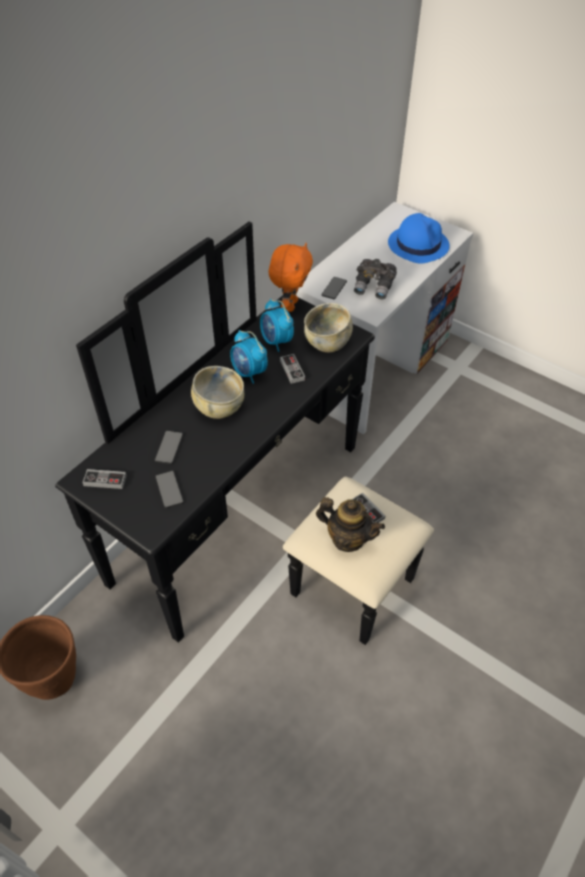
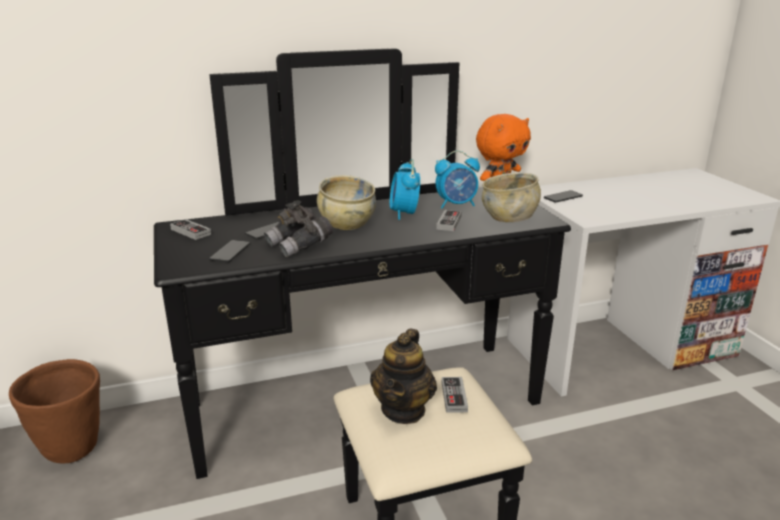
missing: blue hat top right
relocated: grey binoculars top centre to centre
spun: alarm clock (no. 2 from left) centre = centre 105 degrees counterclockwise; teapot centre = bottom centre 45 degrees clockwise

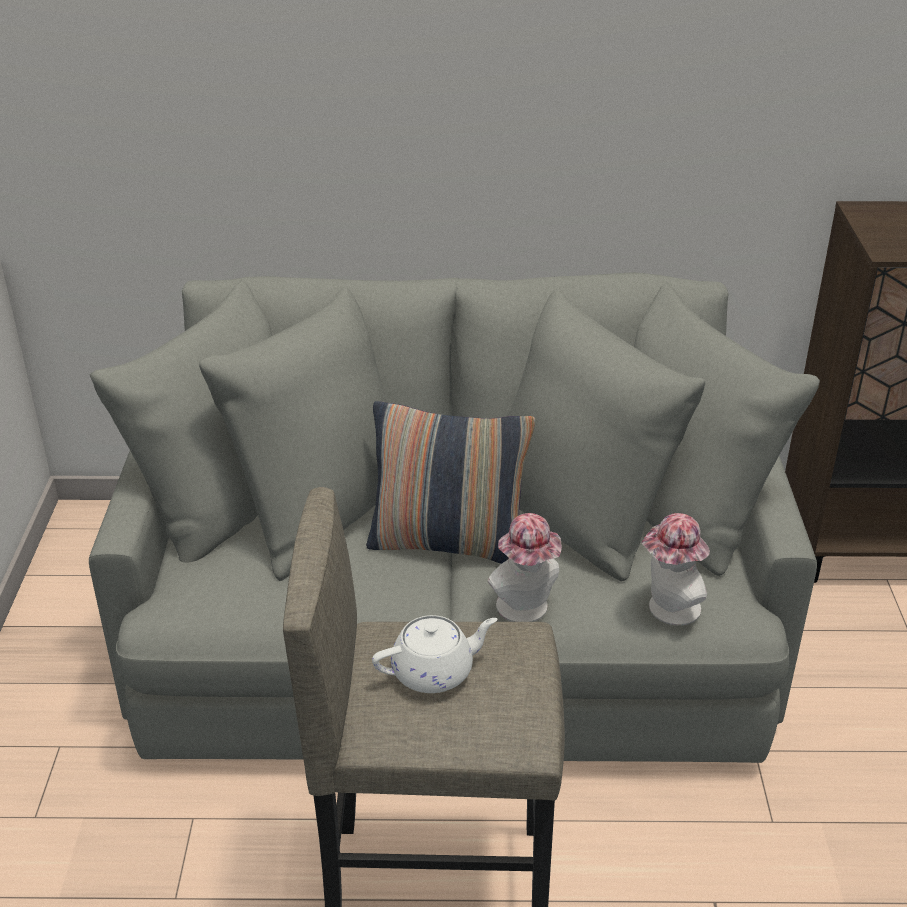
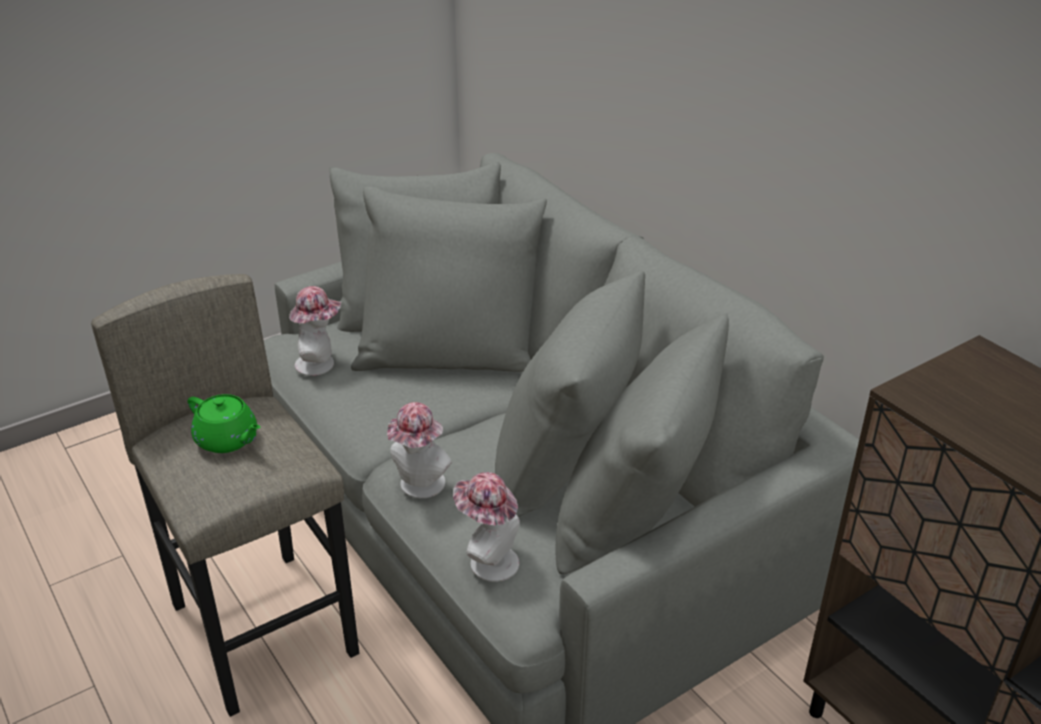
missing: pillow centre
appeared: hat (no. 1 from left) middle left
colour: white teapot bottom centre to green teapot middle left

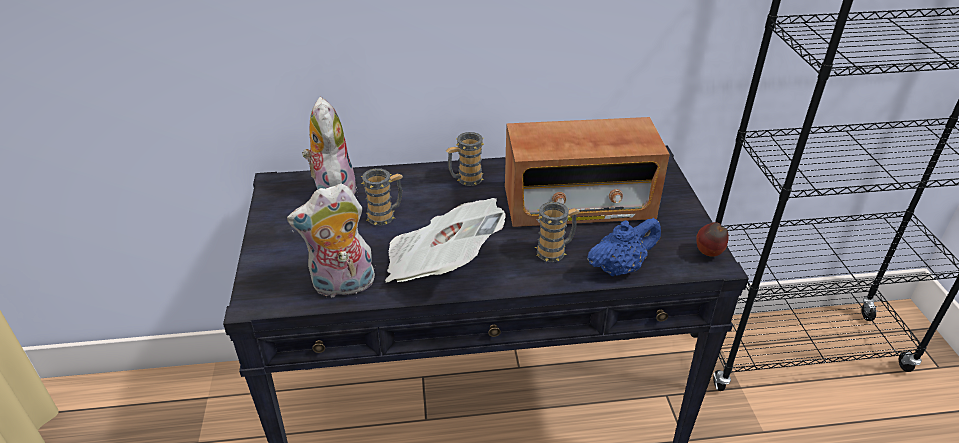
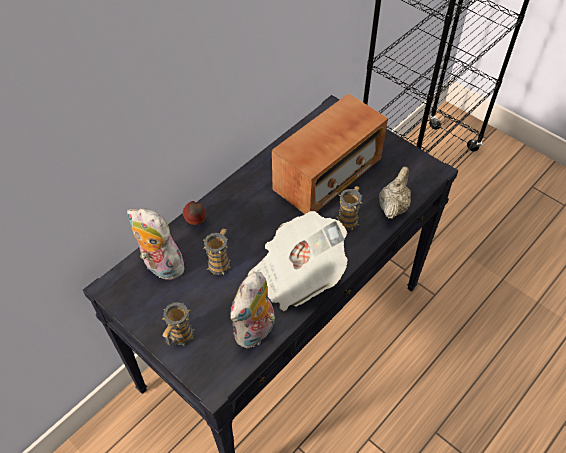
relocated: mug (no. 2 from left in the first image) centre to mug (no. 1 from left) bottom left; apple middle right to centre
colour: blue teapot centre to beige teapot middle right

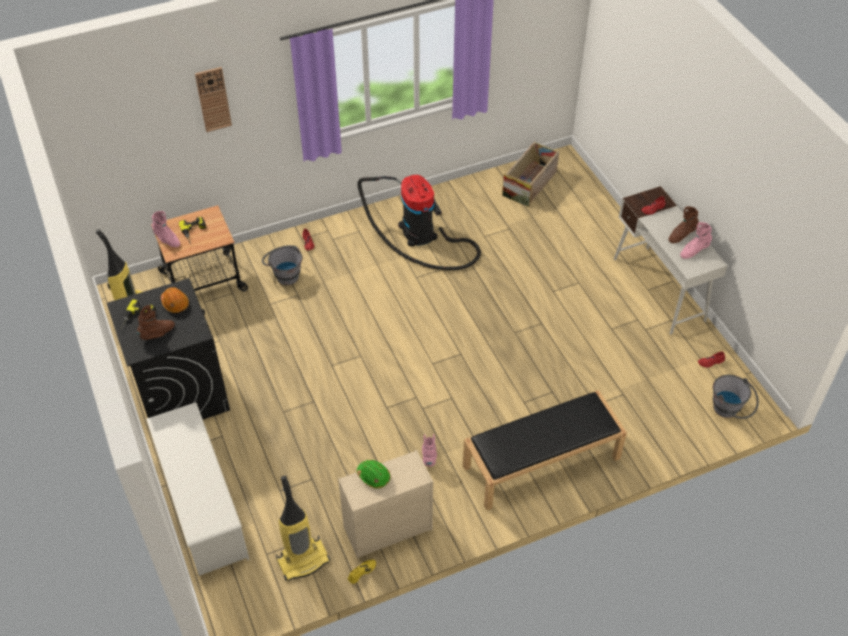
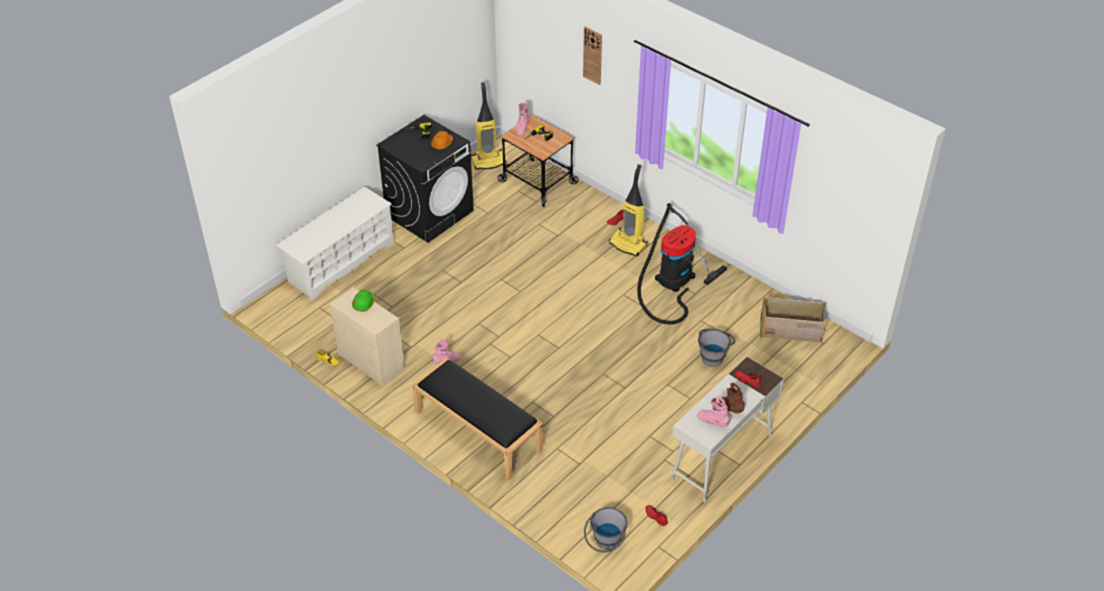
missing: brown boot (no. 1 from left) middle left
relocated: grey bucket (no. 1 from left in the first image) middle left to grey bucket (no. 2 from left) centre; vacuum cleaner (no. 2 from left) bottom centre to centre

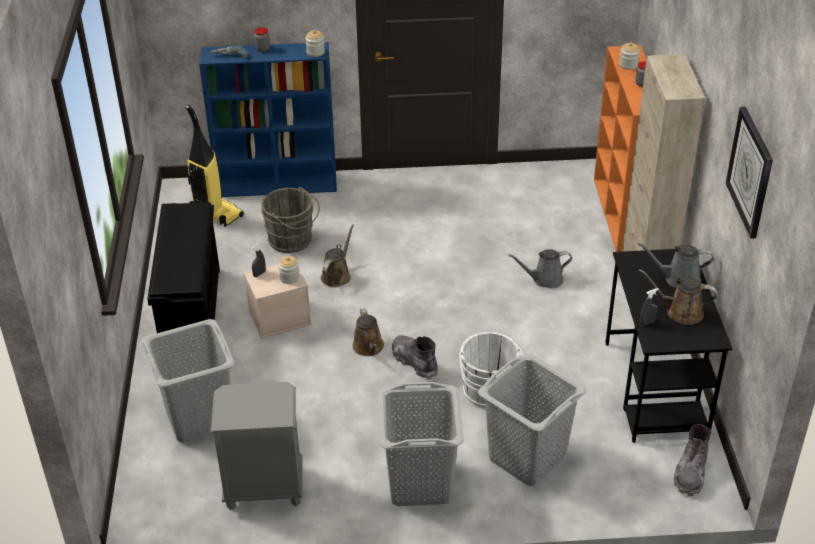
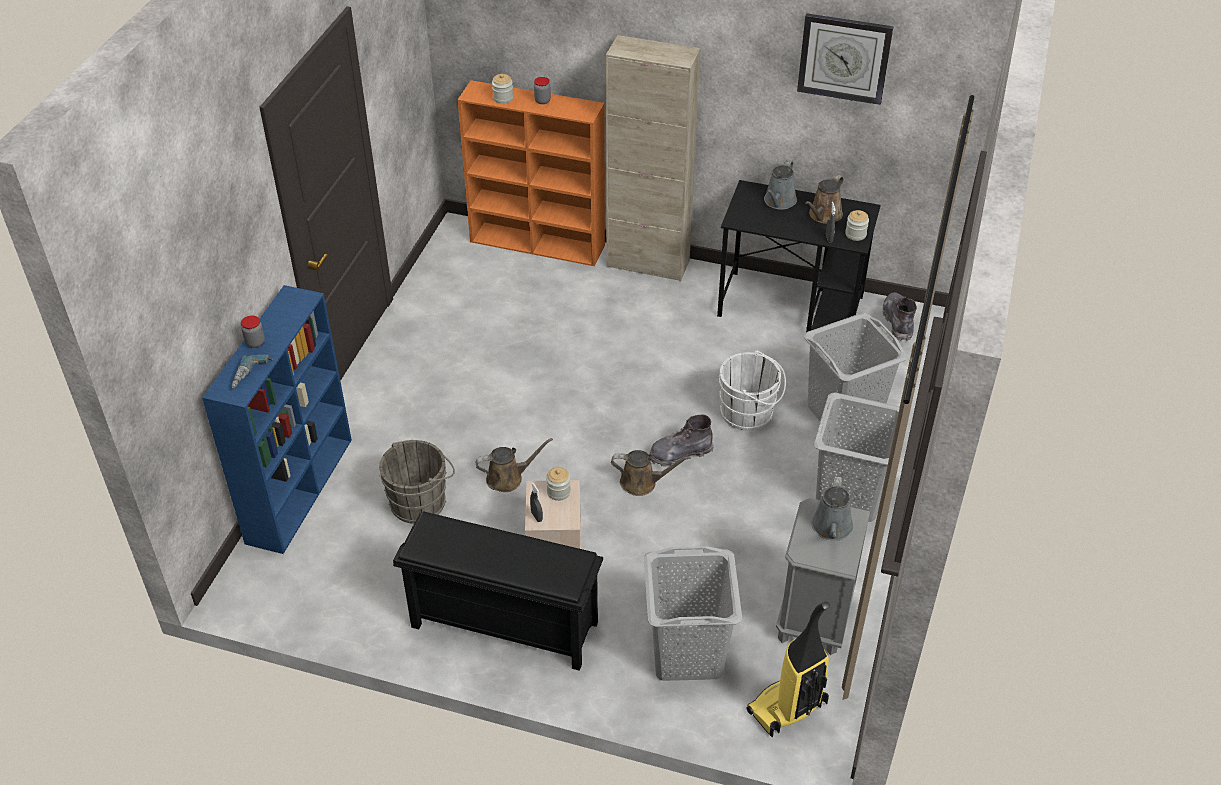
relocated: vacuum cleaner top left to bottom centre; jar (no. 3 from left in the first image) top centre to jar (no. 5 from left) top right; grey watering can (no. 1 from left in the first image) centre to grey watering can (no. 2 from left) middle right
spun: brown watering can (no. 1 from left) centre = centre 120 degrees clockwise; grey boot (no. 2 from left) bottom right = middle right 135 degrees counterclockwise

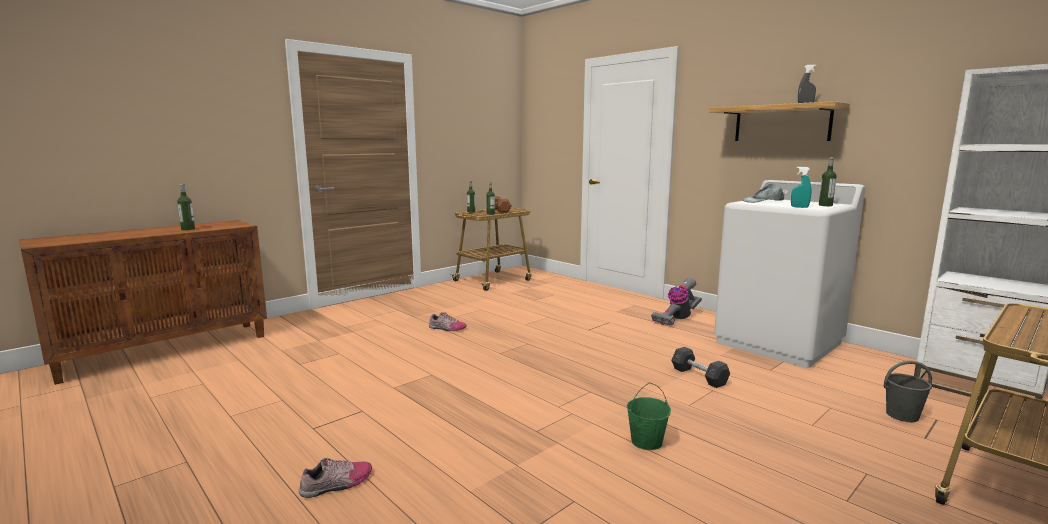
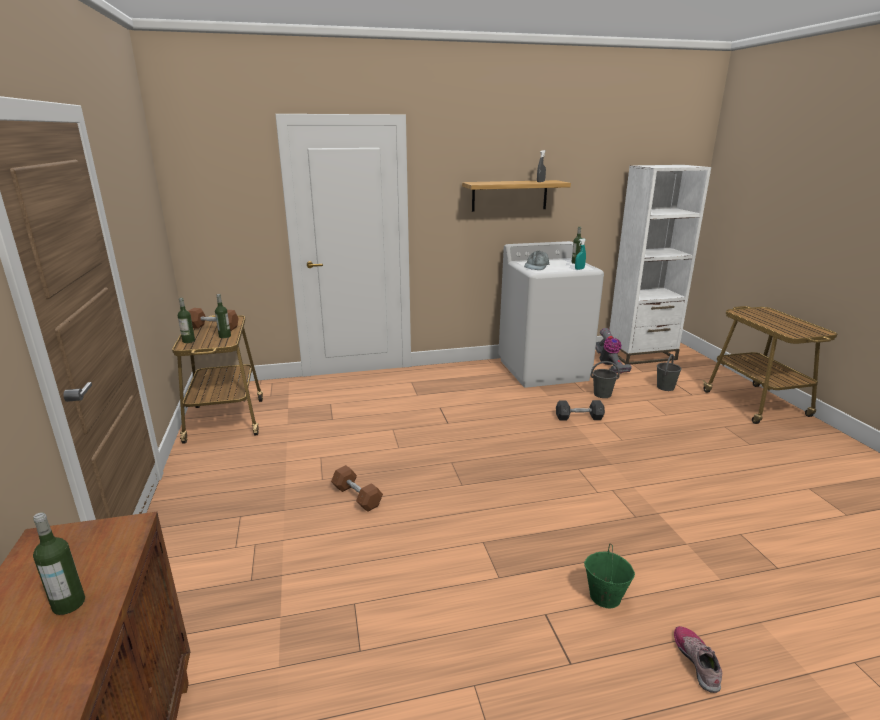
appeared: grey bucket (no. 1 from left) middle right
relocated: green bucket bottom centre to bottom right; vacuum cleaner centre to middle right
exchanged: shoe (no. 2 from left) centre to brown dumbbell (no. 2 from left) bottom centre

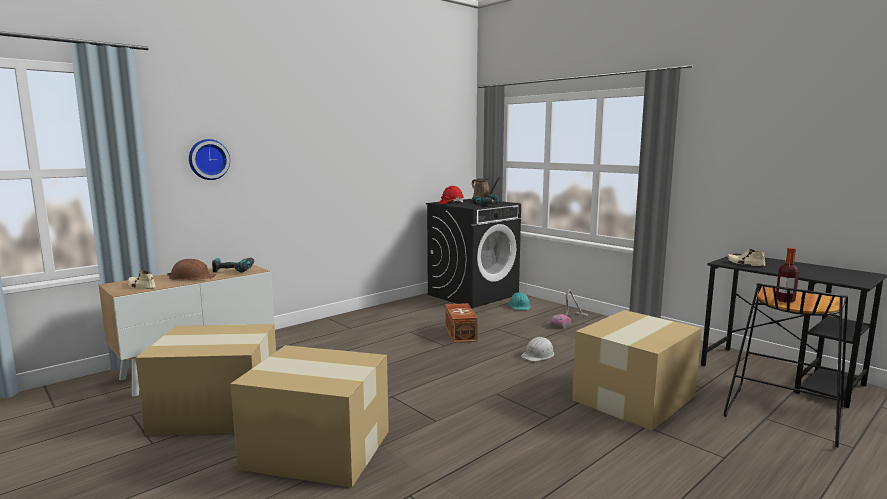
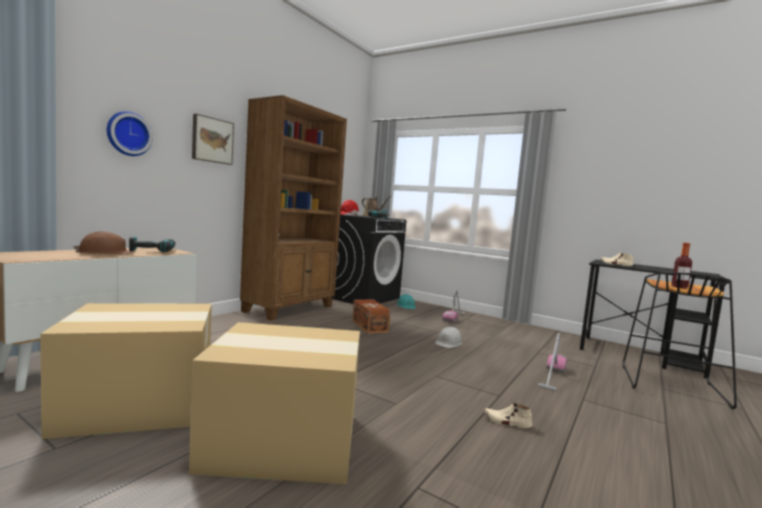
appeared: picture top left; brown bookcase centre
relocated: beige shoe (no. 1 from left) middle left to bottom centre
exchanged: cardboard box (no. 3 from left) bottom right to vacuum cleaner (no. 2 from left) bottom right

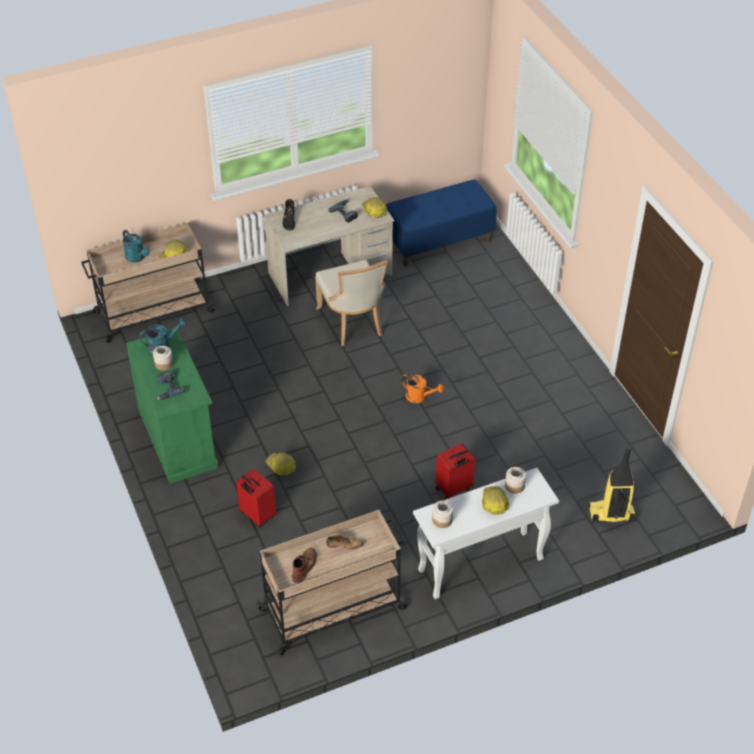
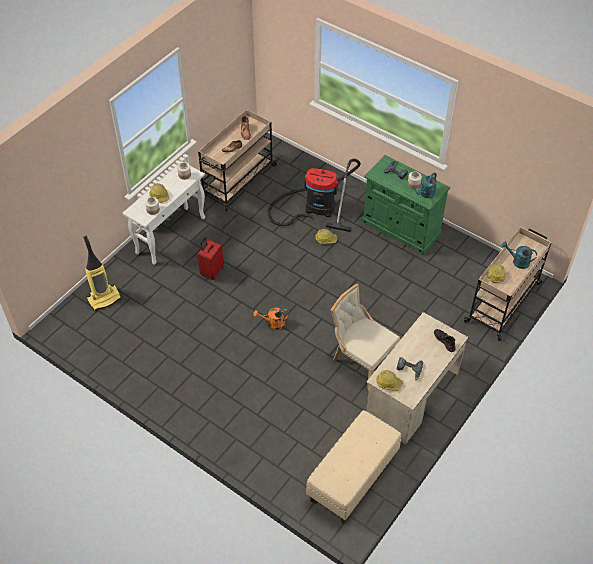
exchanged: red suitcase (no. 1 from left) centre to vacuum cleaner (no. 2 from left) centre
colour: blue bench top centre to beige bench bottom centre

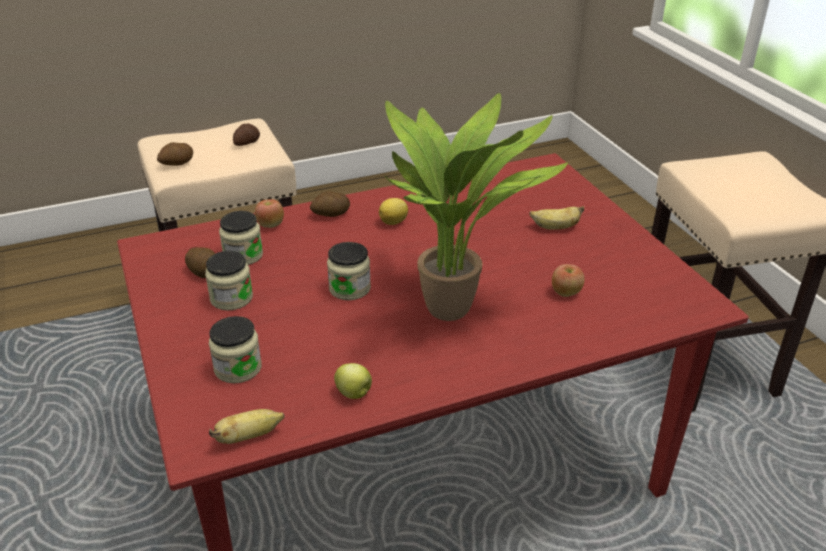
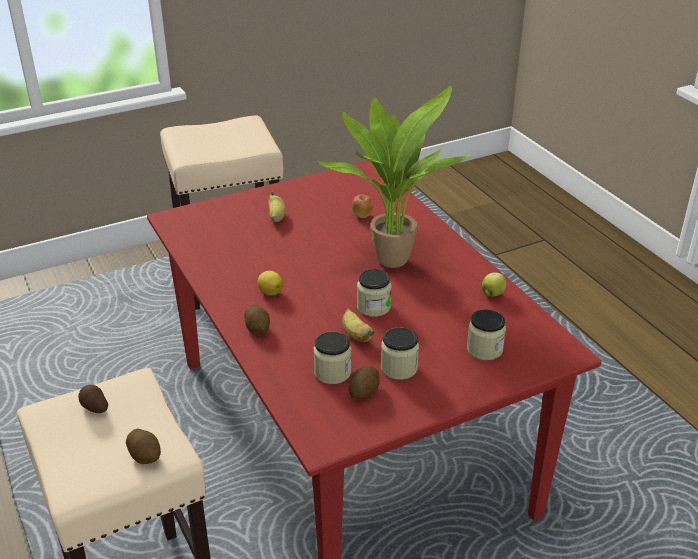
missing: apple (no. 1 from left) middle left
relocated: banana (no. 1 from left in the first image) bottom left to banana (no. 2 from left) centre

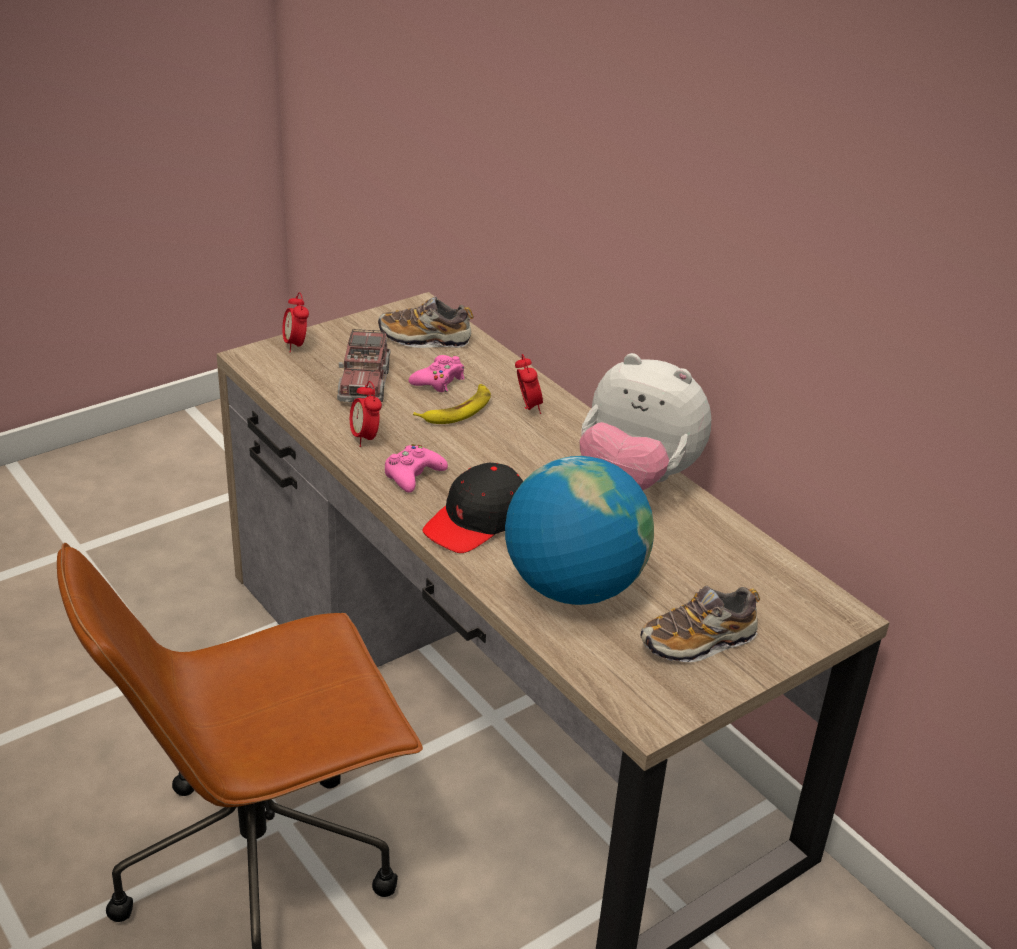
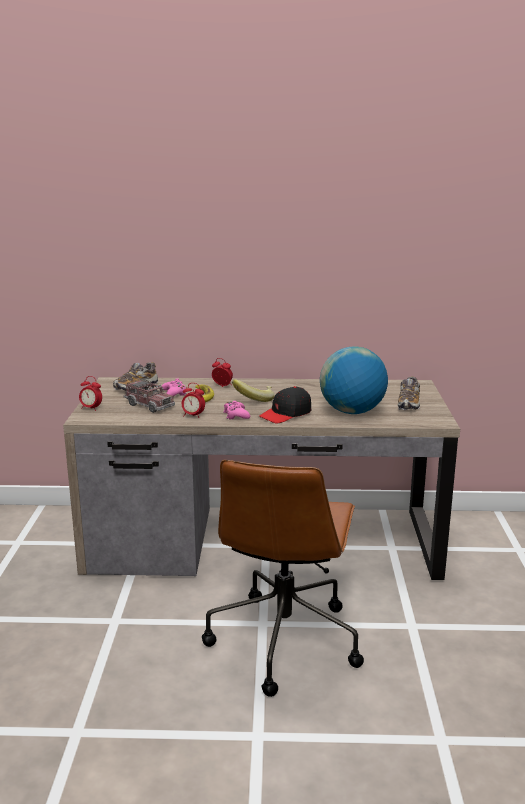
missing: plush toy centre
appeared: banana (no. 2 from left) centre
spun: black cap centre = centre 60 degrees clockwise

